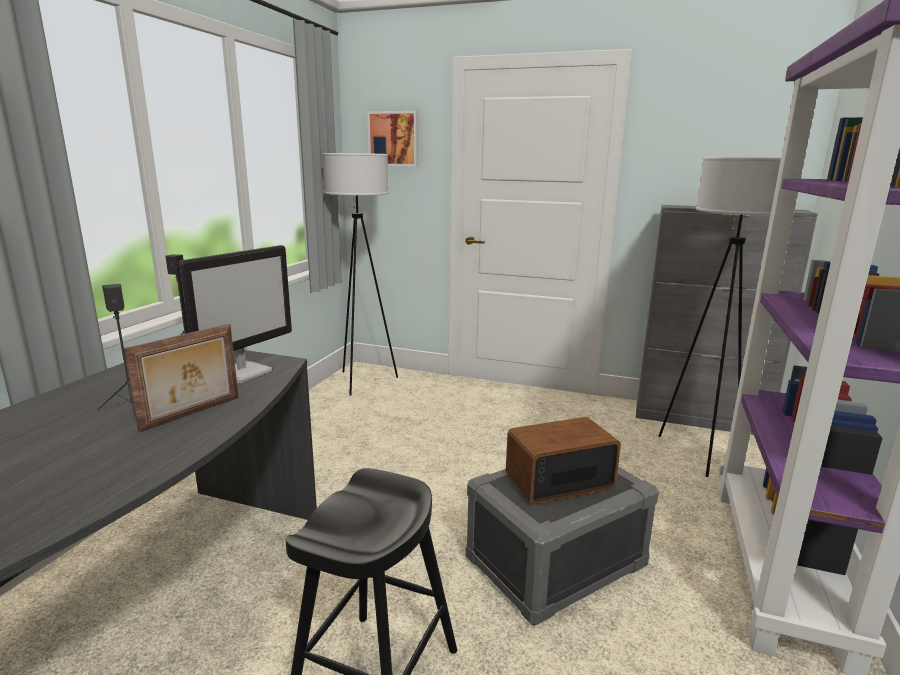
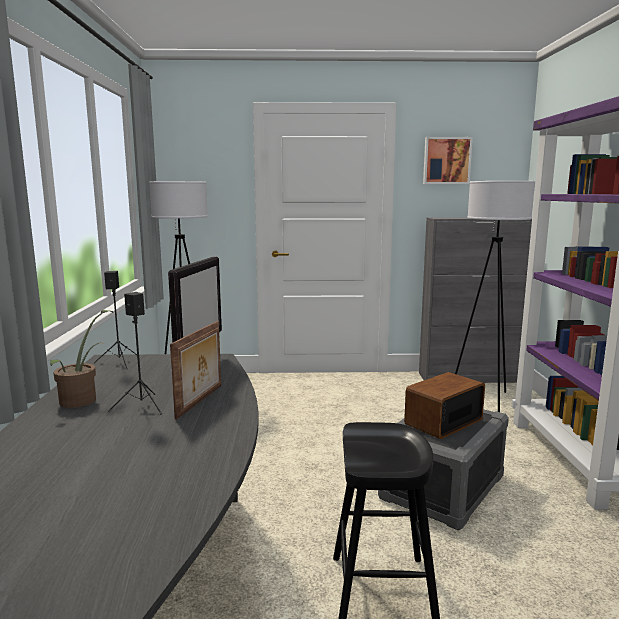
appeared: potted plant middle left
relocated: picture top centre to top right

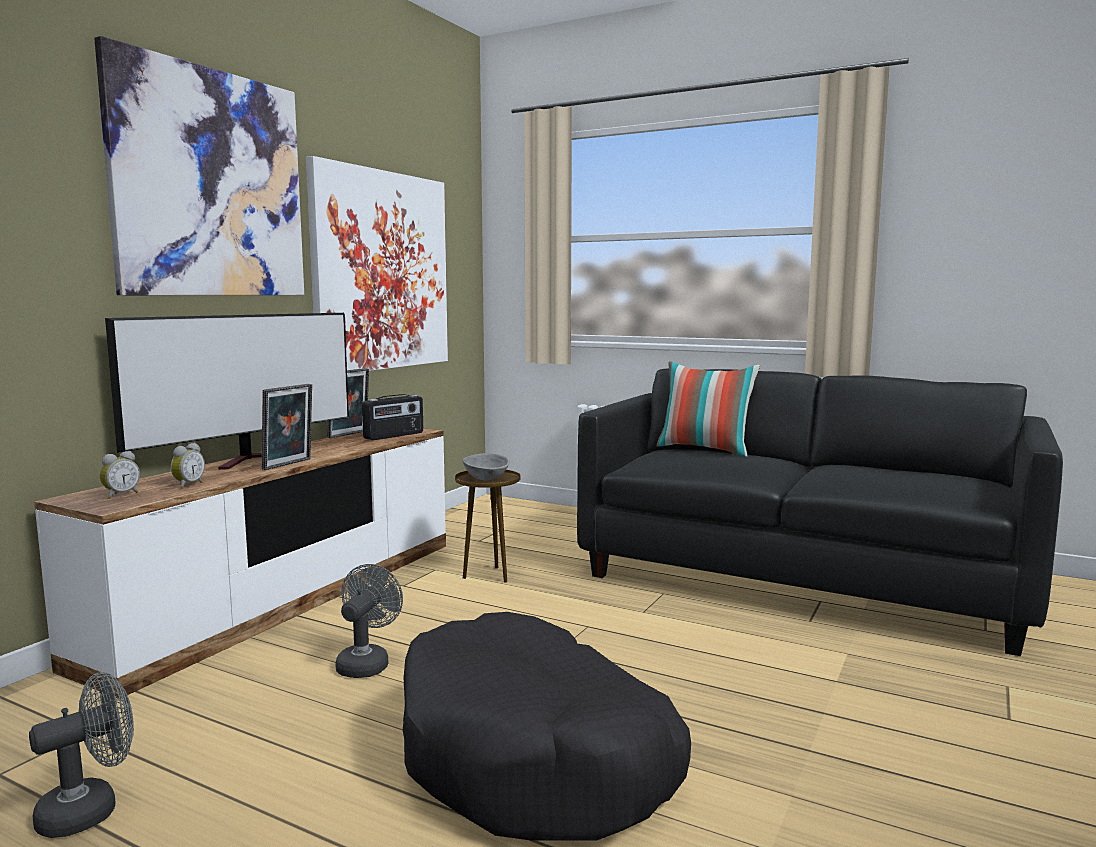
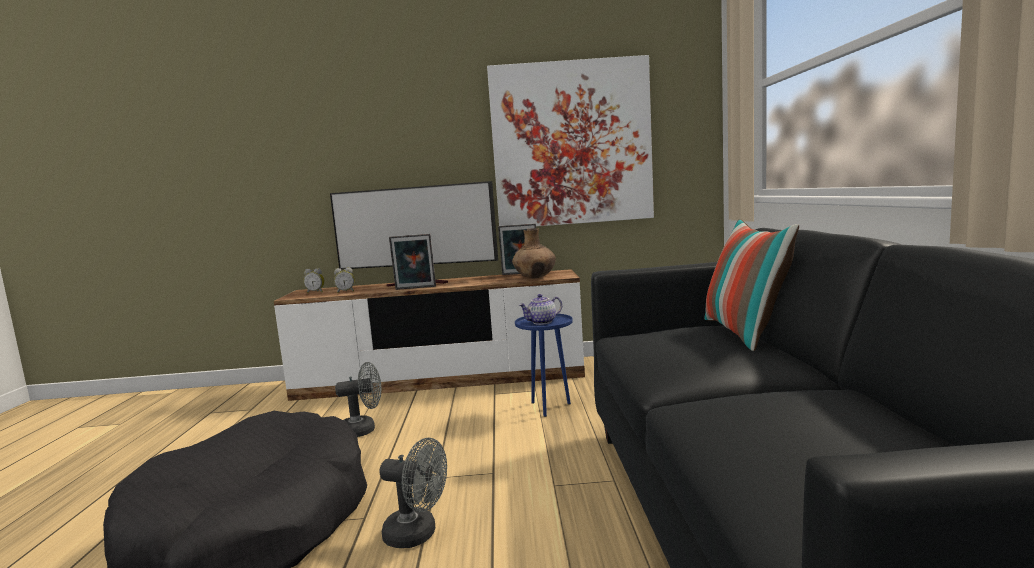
missing: picture (no. 1 from left) top left
relocated: grey fan (no. 1 from left in the first image) bottom left to grey fan (no. 2 from left) bottom centre
exchanged: radio centre to brown vase centre; grey bowl centre to teapot centre
colour: brown side table centre to blue side table centre

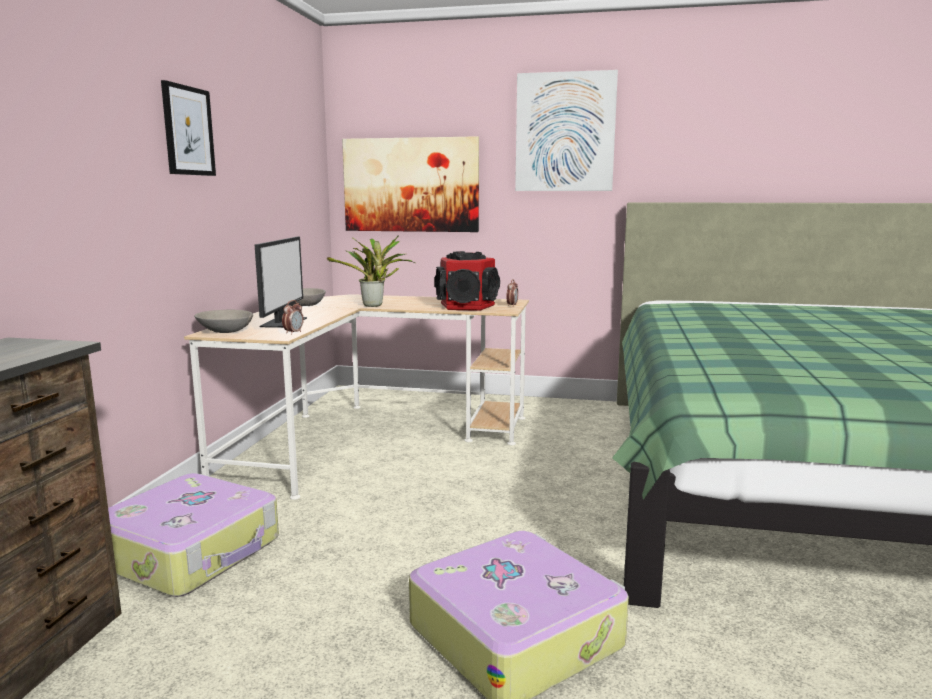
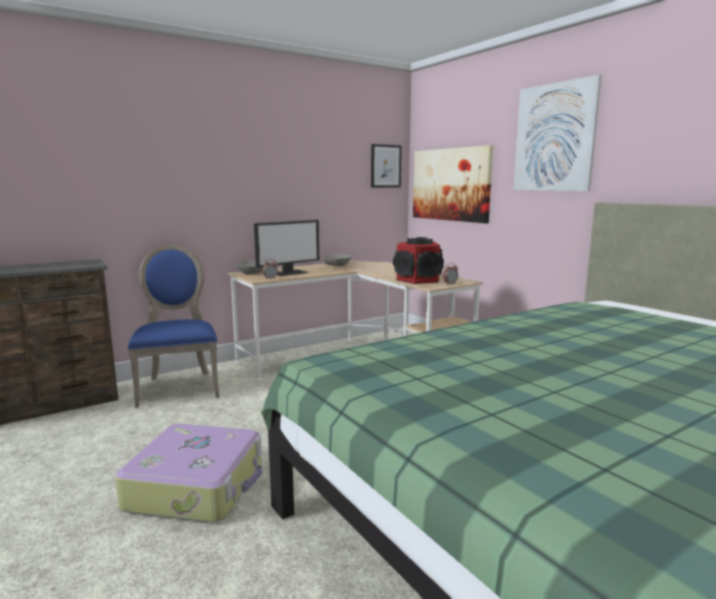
missing: potted plant centre
relocated: picture (no. 1 from left) top left to top centre
exchanged: suitcase (no. 1 from left) bottom left to blue chair middle left

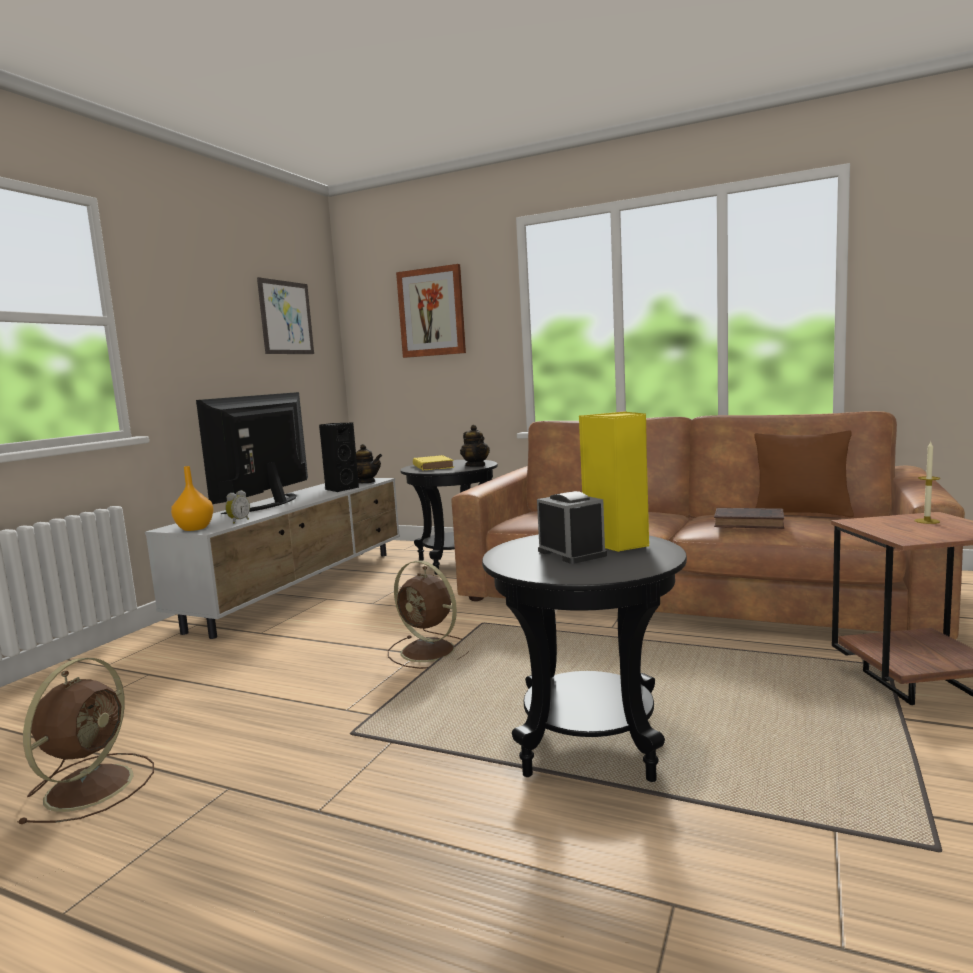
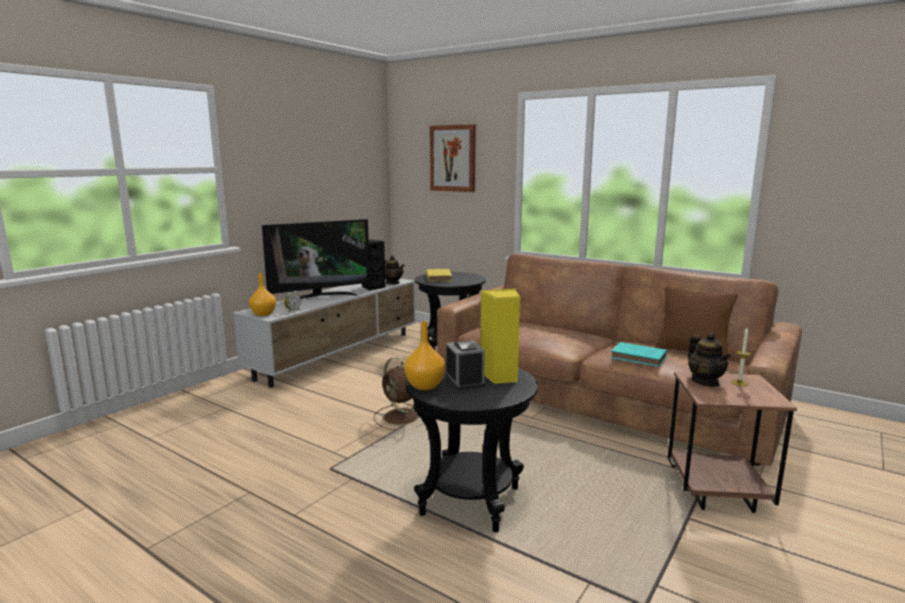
missing: brown fan (no. 1 from left) bottom left; picture (no. 1 from left) top left
appeared: orange vase (no. 2 from left) centre
relocated: teapot (no. 2 from left) centre to middle right
colour: brown book middle right to turquoise book middle right
spun: television middle left = centre 150 degrees counterclockwise

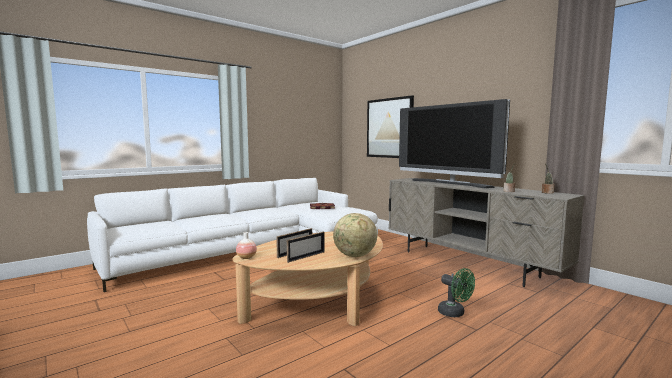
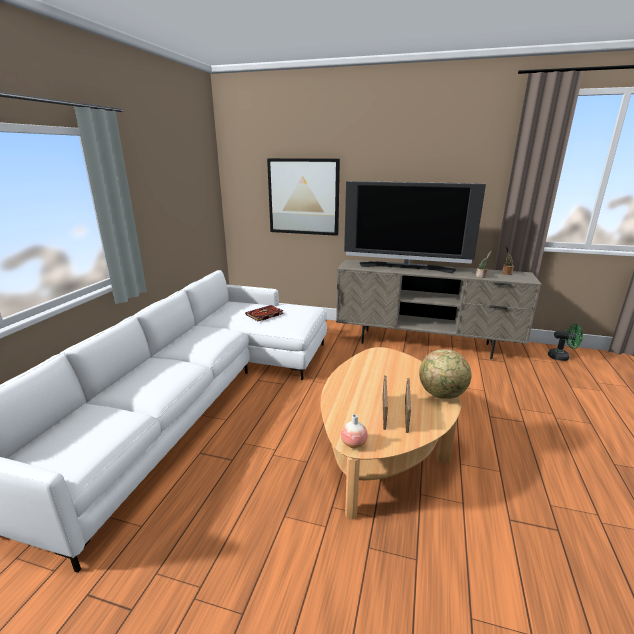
relocated: green fan bottom right to middle right

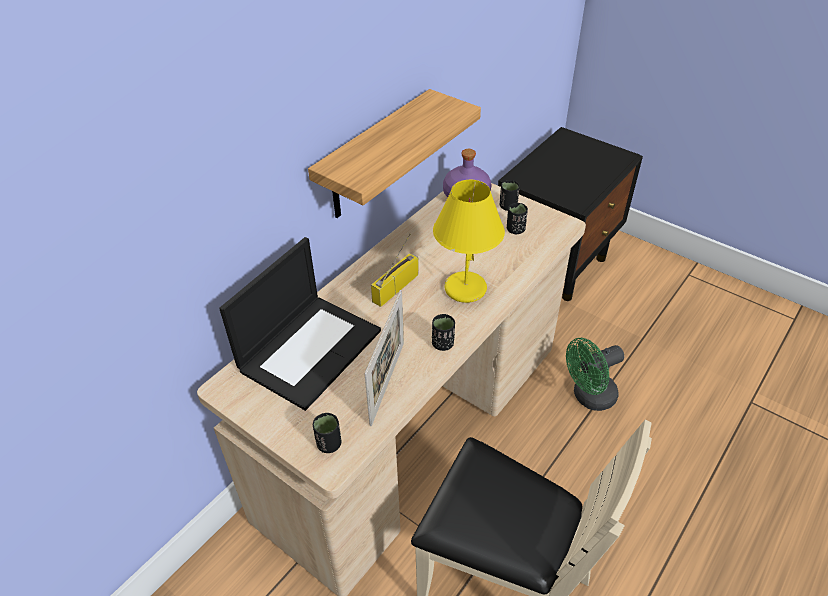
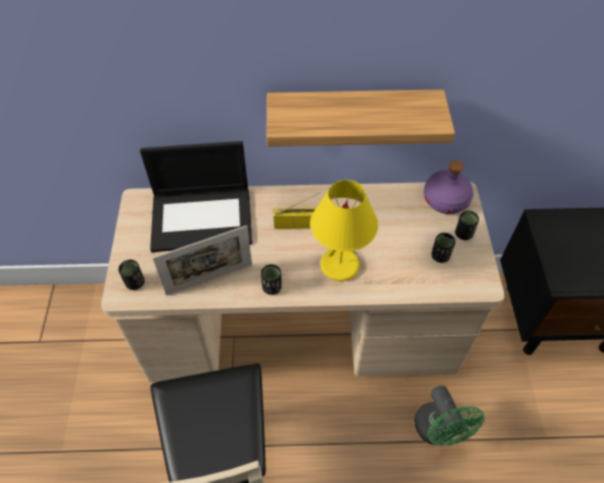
spun: green fan middle right = bottom right 135 degrees counterclockwise

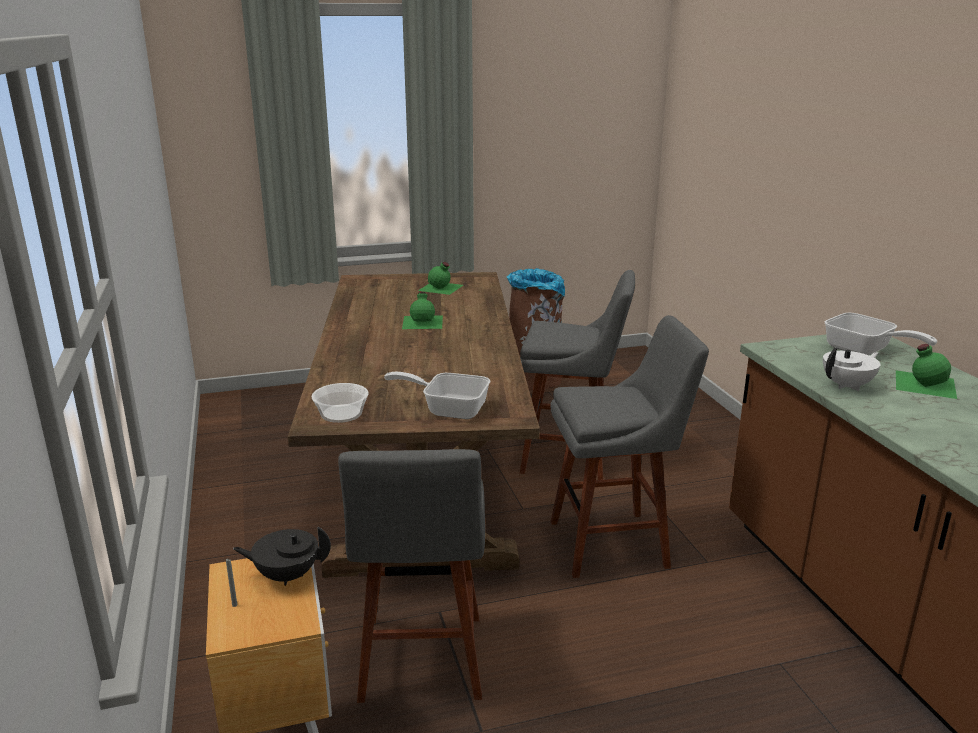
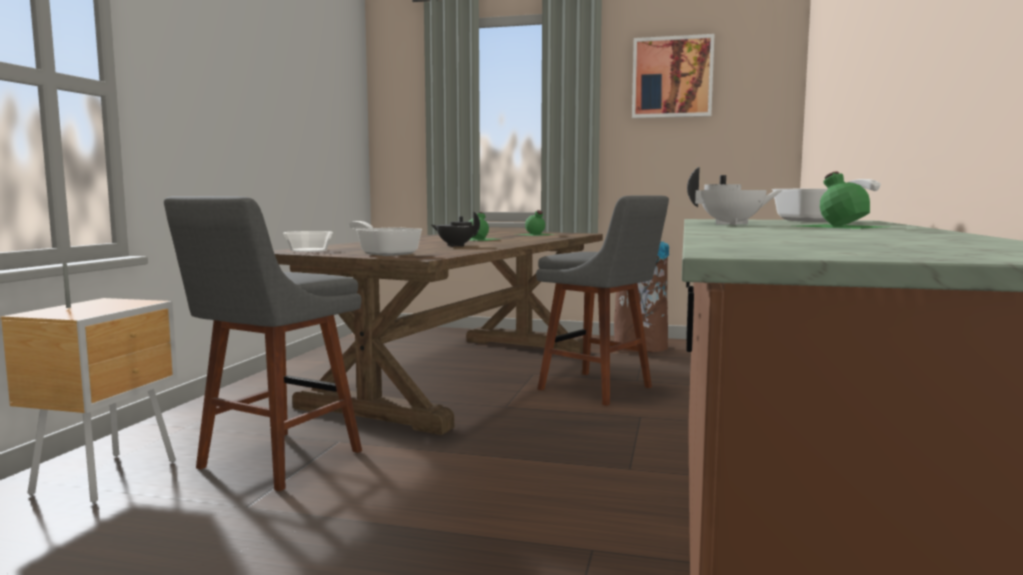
missing: grey stool (no. 3 from left) centre
appeared: picture top centre
relocated: black teapot bottom left to centre

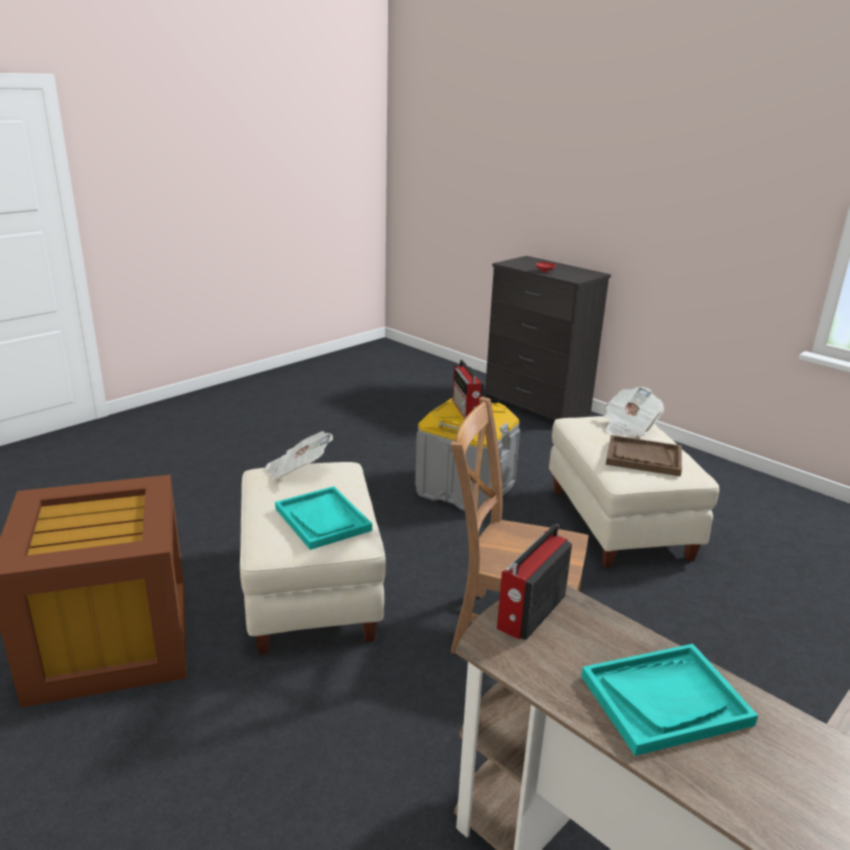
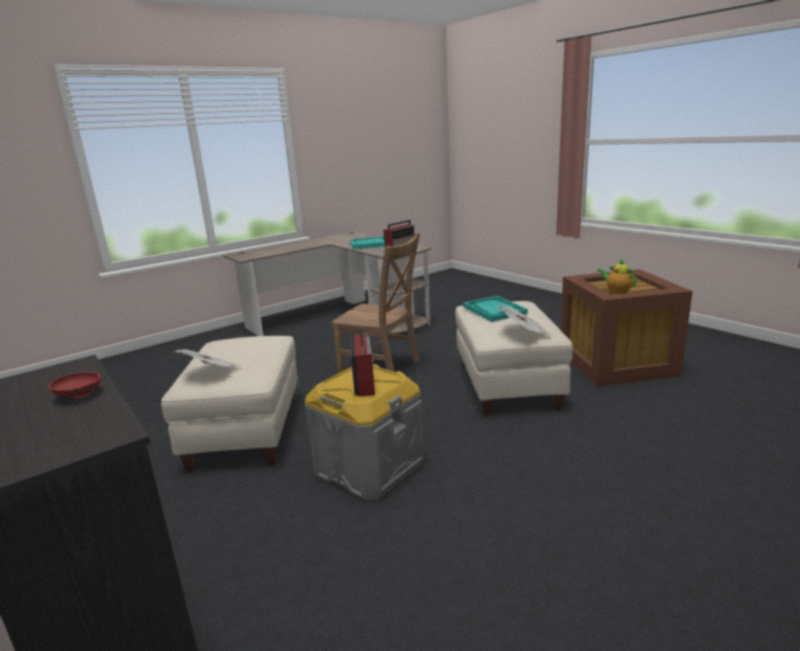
missing: brown tray middle right
appeared: teapot middle right

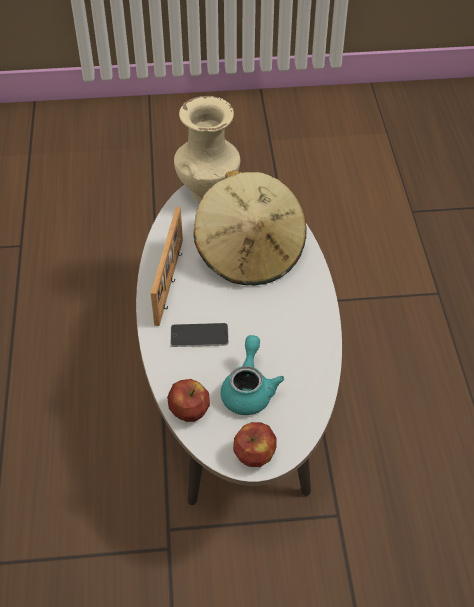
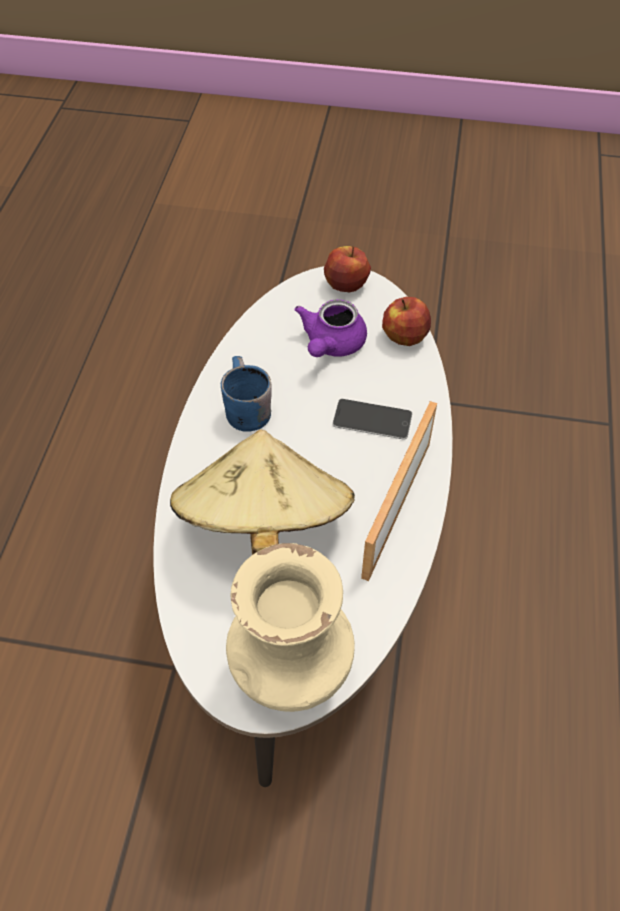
appeared: blue mug centre
colour: turquoise teapot centre to purple teapot centre

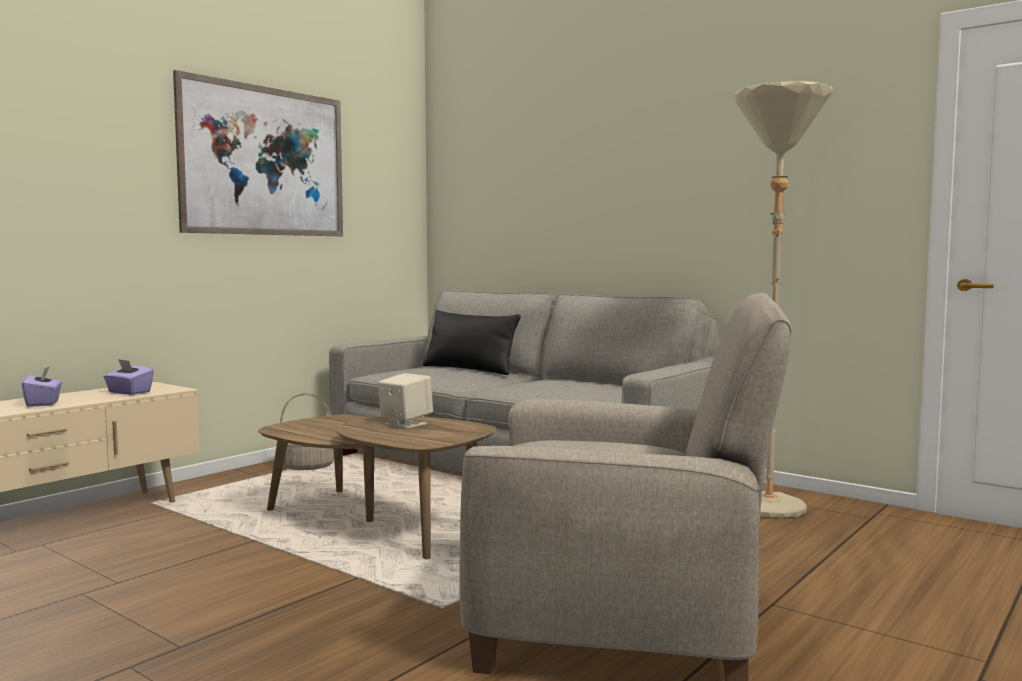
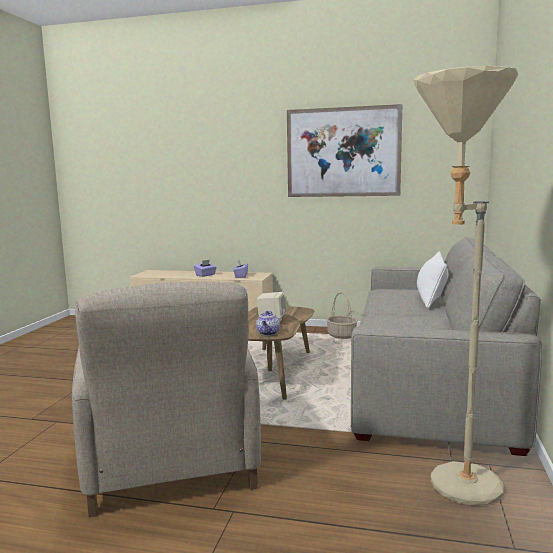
appeared: teapot centre
colour: black pillow centre to white pillow middle right

